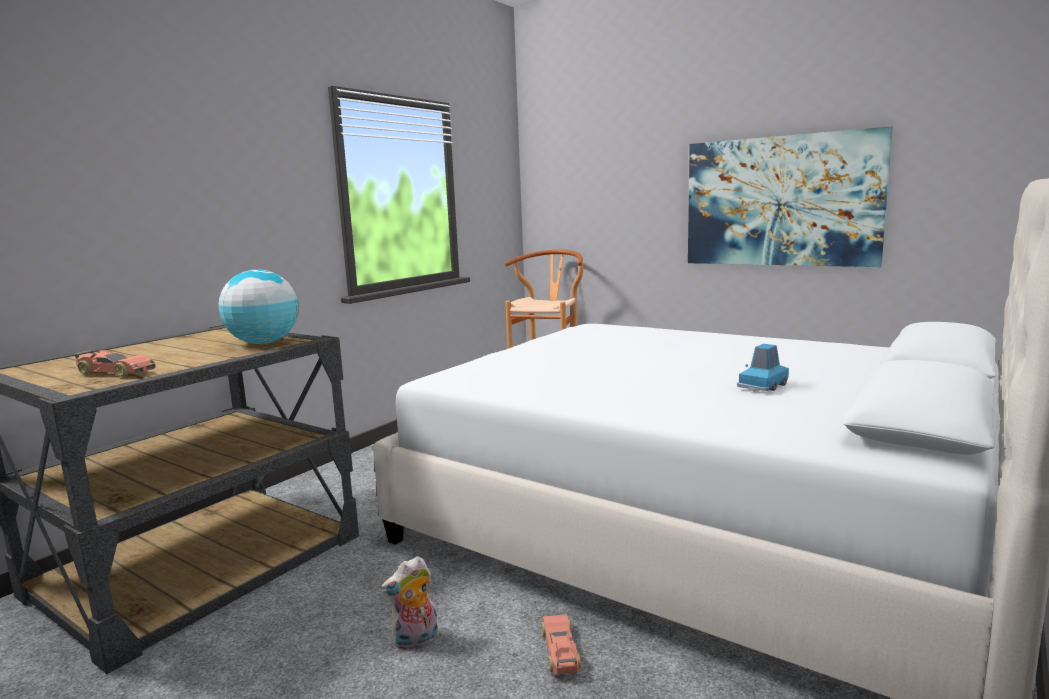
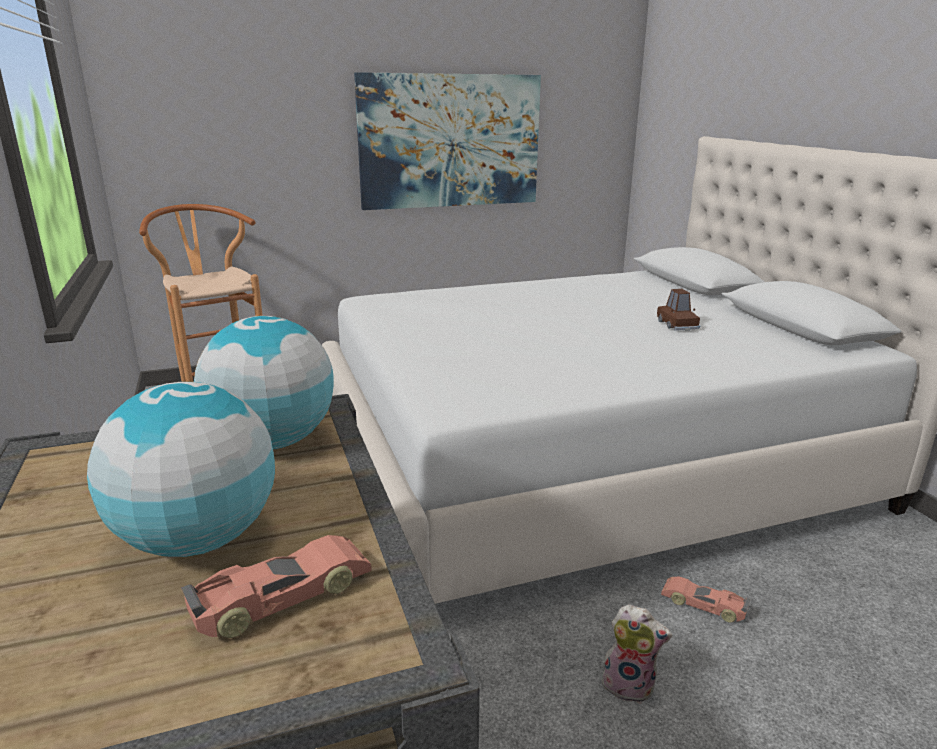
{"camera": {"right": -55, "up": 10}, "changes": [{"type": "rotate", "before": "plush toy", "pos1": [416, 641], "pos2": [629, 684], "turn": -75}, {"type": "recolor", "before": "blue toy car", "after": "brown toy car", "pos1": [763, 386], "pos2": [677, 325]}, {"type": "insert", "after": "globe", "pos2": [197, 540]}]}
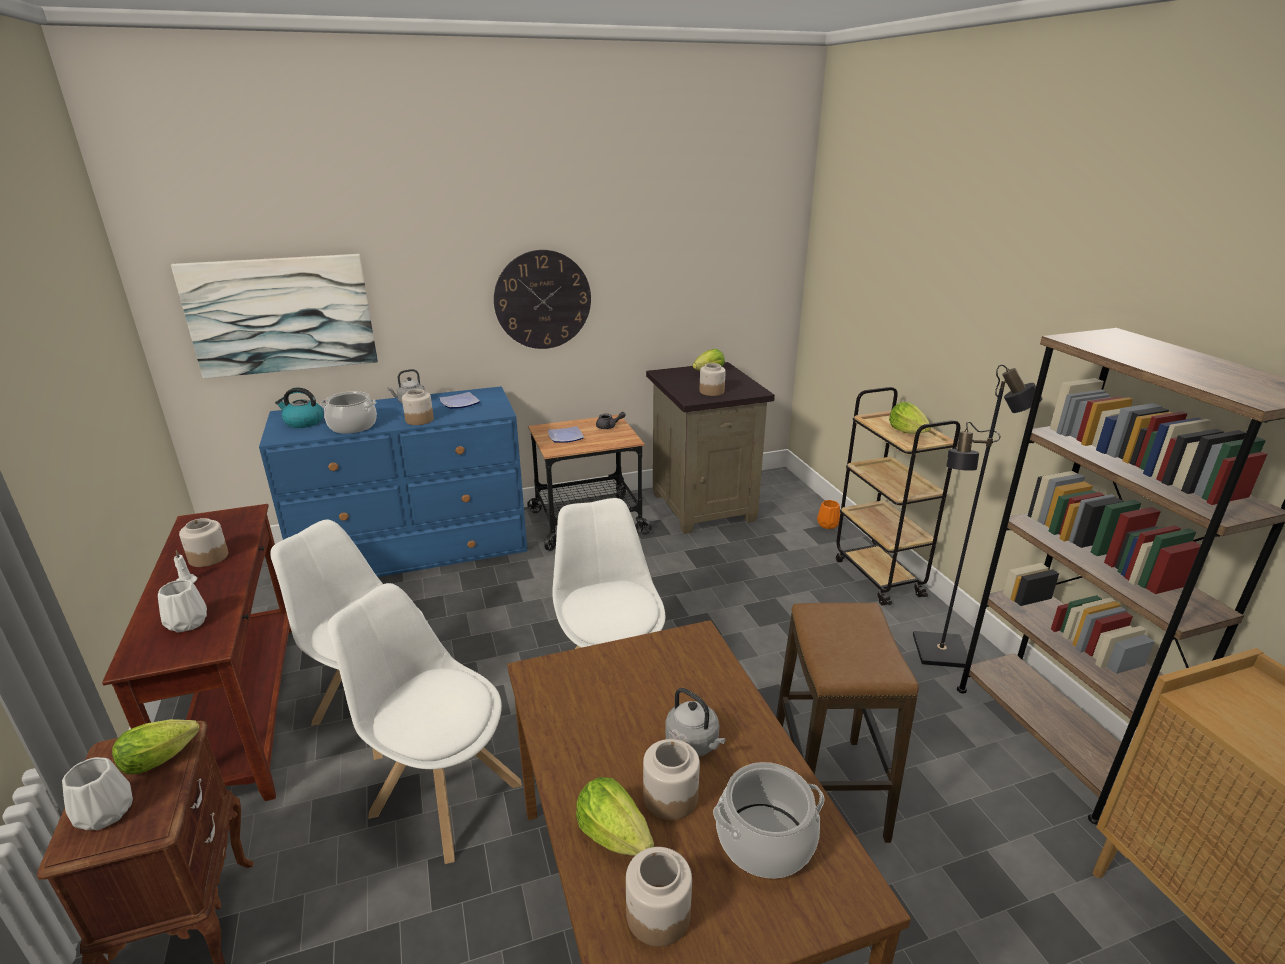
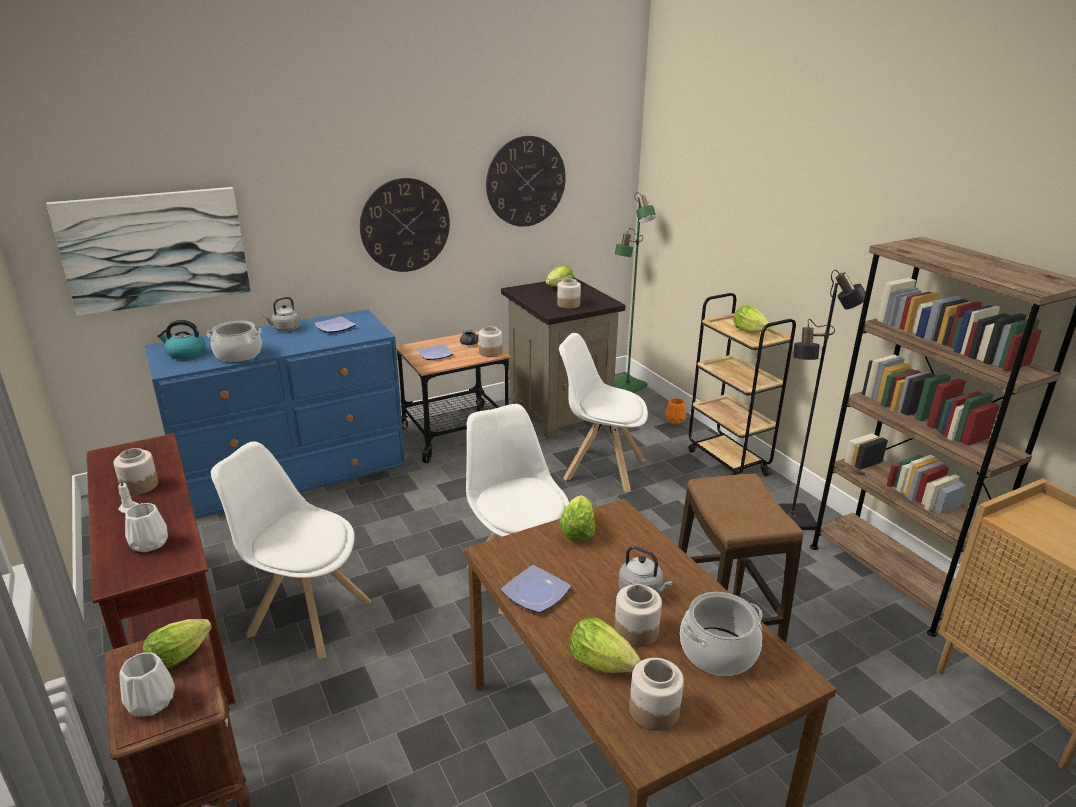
{"camera": {"right": -10, "up": 0}, "changes": [{"type": "move", "before": "white chair", "pos1": [441, 796], "pos2": [600, 469]}, {"type": "move", "before": "jar", "pos1": [419, 420], "pos2": [490, 352]}, {"type": "insert", "after": "wall clock", "pos2": [526, 181]}, {"type": "insert", "after": "plate", "pos2": [534, 593]}, {"type": "insert", "after": "lettuce", "pos2": [577, 532]}, {"type": "insert", "after": "green floor lamp", "pos2": [627, 385]}]}
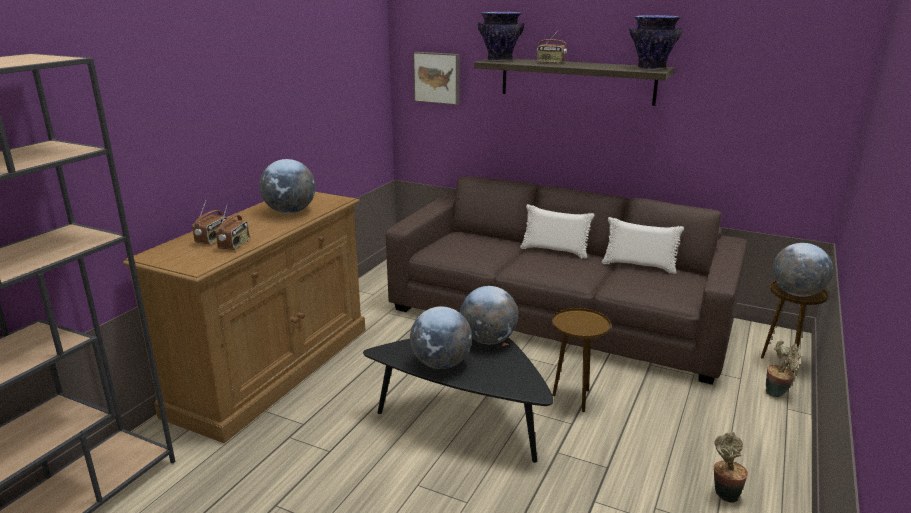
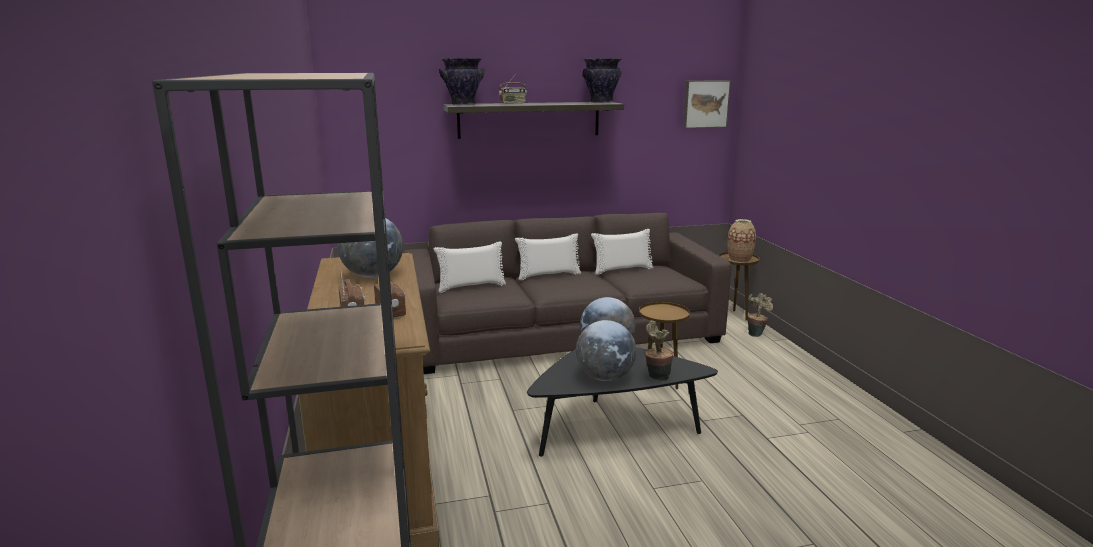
{"camera": {"right": -40, "up": -5}, "changes": [{"type": "move", "before": "picture", "pos1": [437, 77], "pos2": [705, 104]}, {"type": "move", "before": "potted plant", "pos1": [724, 493], "pos2": [656, 377]}, {"type": "replace", "before": "globe", "after": "vase", "pos1": [796, 293], "pos2": [739, 259]}, {"type": "insert", "after": "white pillow", "pos2": [471, 286]}]}
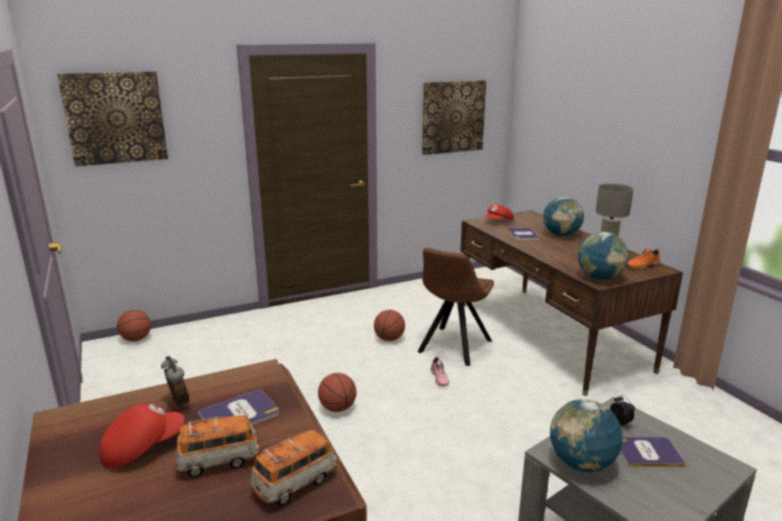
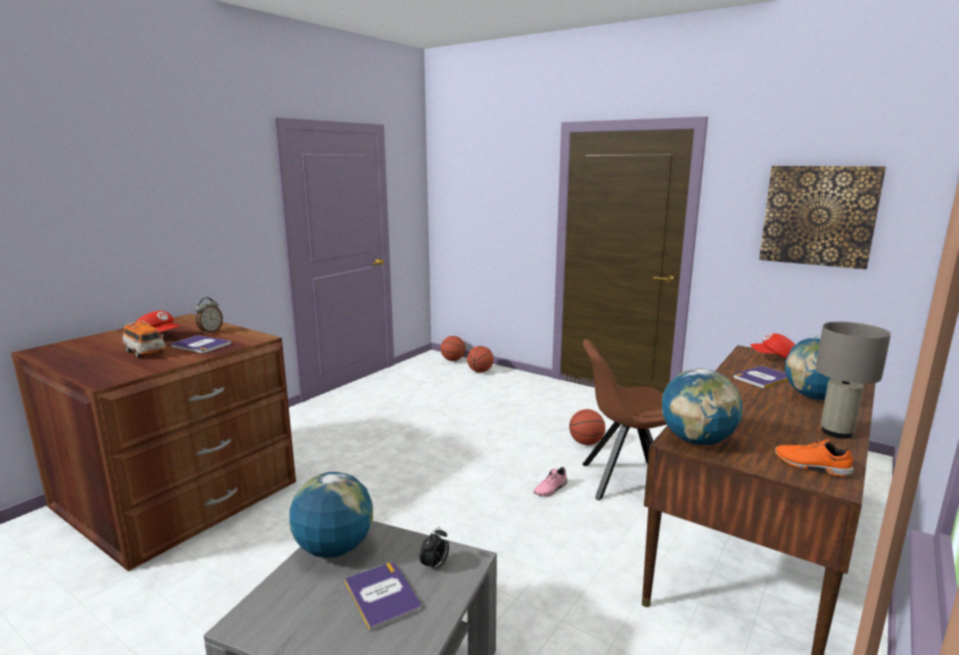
{"camera": {"right": 60, "up": -5}, "changes": [{"type": "delete", "before": "picture", "pos1": [115, 118]}, {"type": "delete", "before": "toy car", "pos1": [295, 483]}, {"type": "move", "before": "basketball", "pos1": [337, 408], "pos2": [480, 371]}]}
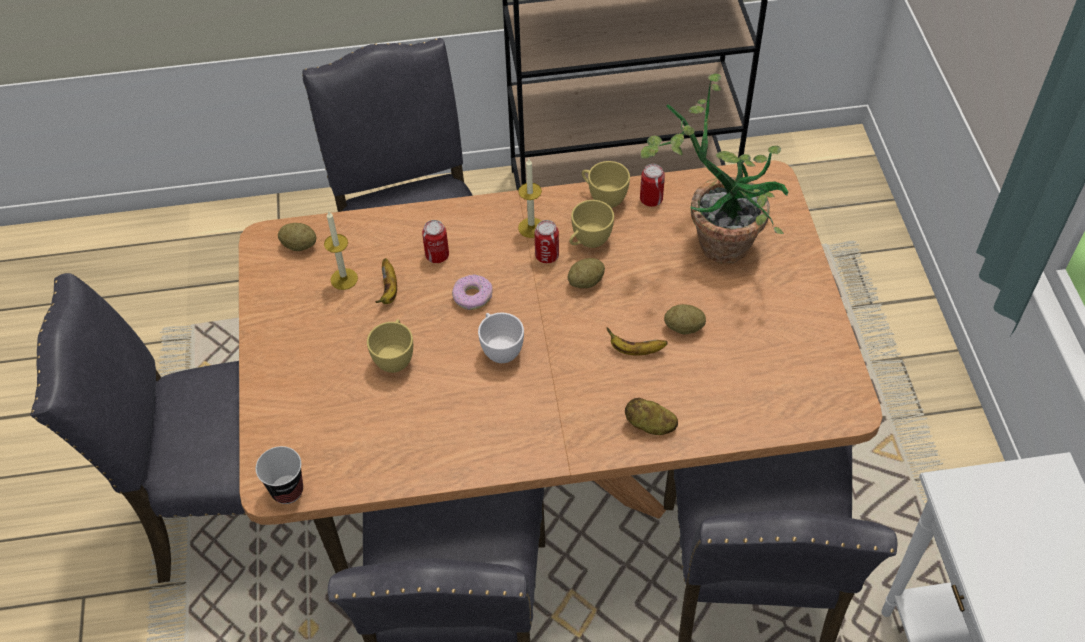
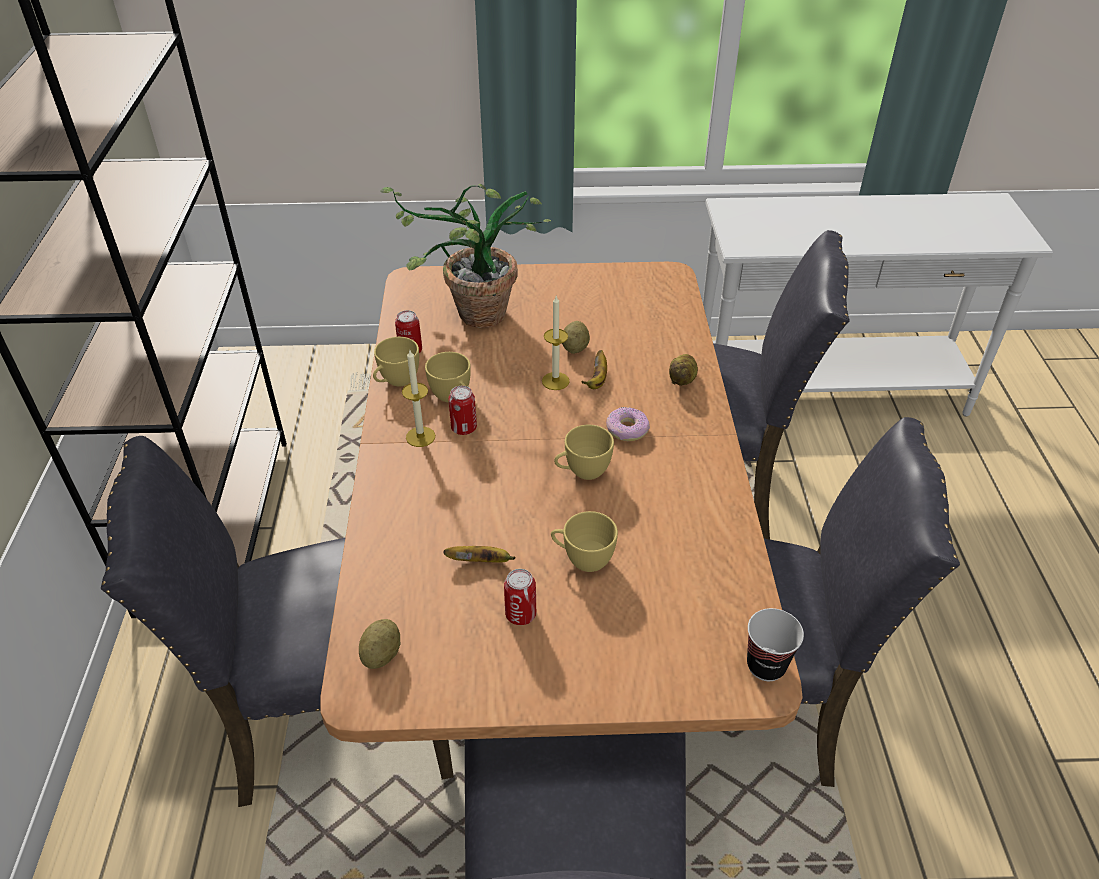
{"camera": {"right": -85, "up": -10}, "changes": [{"type": "move", "before": "candle", "pos1": [344, 279], "pos2": [555, 381]}, {"type": "move", "before": "can", "pos1": [437, 255], "pos2": [520, 614]}, {"type": "move", "before": "donut", "pos1": [472, 296], "pos2": [627, 430]}, {"type": "recolor", "before": "white cup", "after": "yellow cup", "pos1": [500, 349], "pos2": [582, 472]}, {"type": "delete", "before": "potato", "pos1": [586, 282]}]}
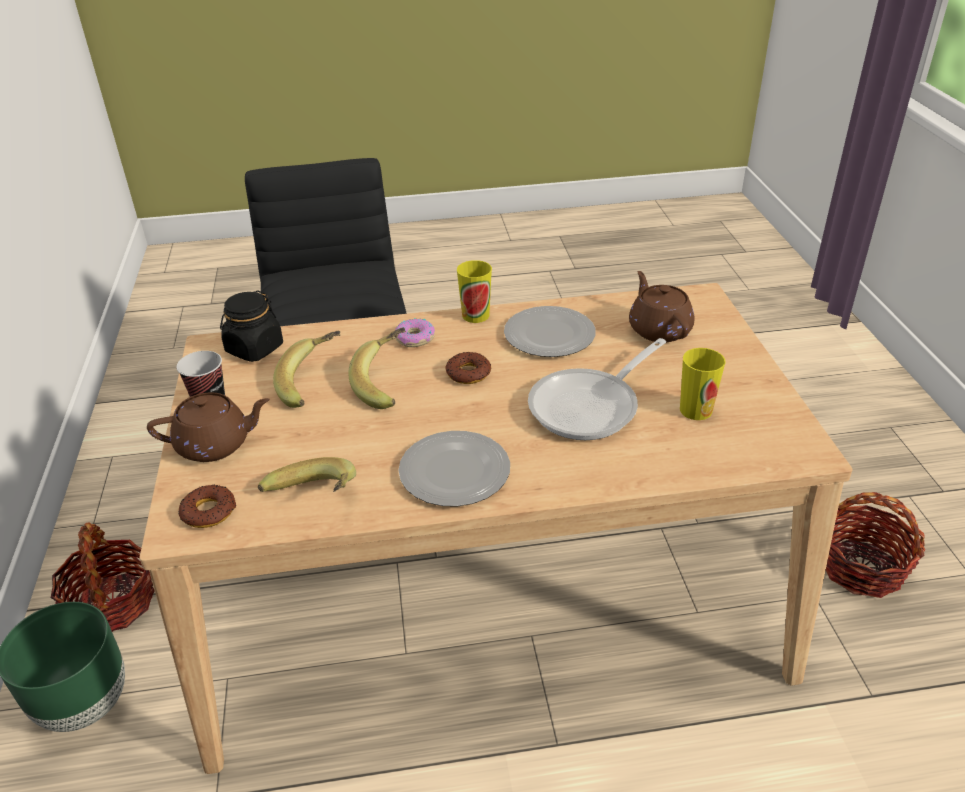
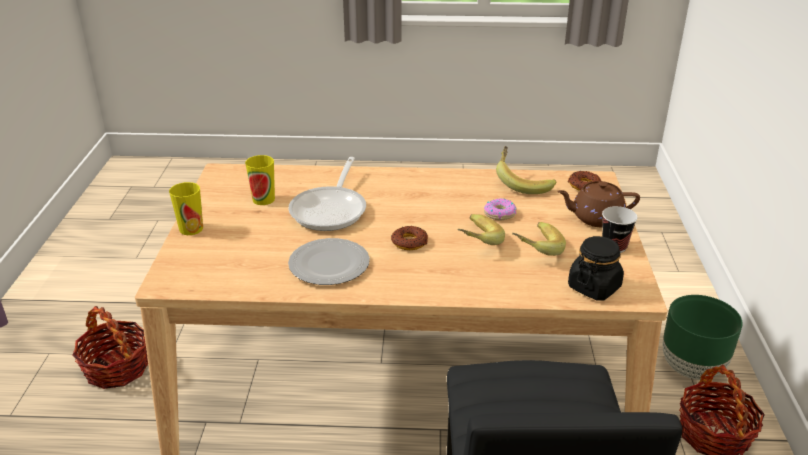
{"camera": {"right": -170, "up": -5}, "changes": [{"type": "move", "before": "donut", "pos1": [415, 338], "pos2": [499, 213]}, {"type": "delete", "before": "plate", "pos1": [456, 471]}, {"type": "move", "before": "cup", "pos1": [475, 315], "pos2": [191, 229]}, {"type": "rotate", "before": "frying pan", "pos1": [590, 406], "pos2": [331, 209], "turn": 135}, {"type": "delete", "before": "brown teapot", "pos1": [659, 329]}]}
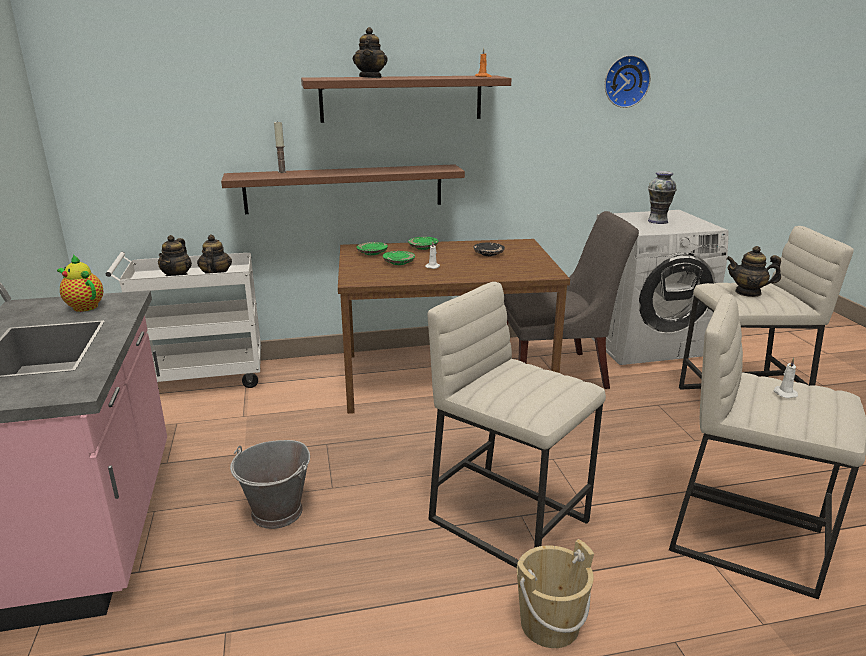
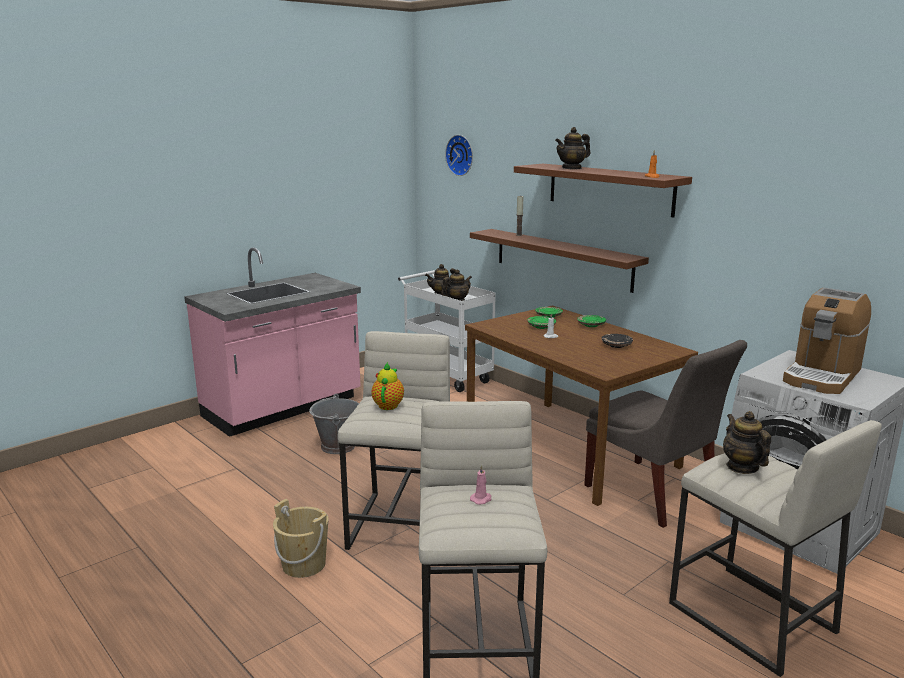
{"camera": {"right": 60, "up": -5}, "changes": [{"type": "move", "before": "teapot", "pos1": [84, 306], "pos2": [388, 405]}, {"type": "move", "before": "wall clock", "pos1": [625, 81], "pos2": [461, 155]}, {"type": "replace", "before": "vase", "after": "coffee machine", "pos1": [658, 221], "pos2": [822, 375]}, {"type": "recolor", "before": "white candle", "after": "pink candle", "pos1": [784, 393], "pos2": [481, 499]}]}
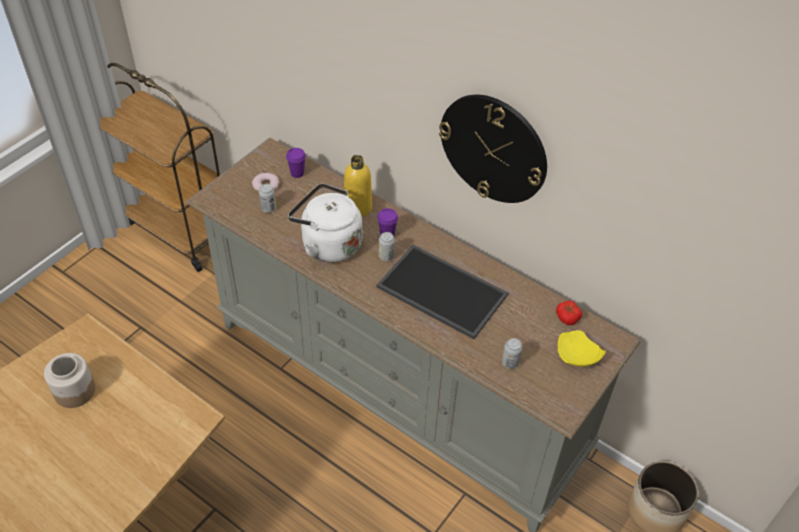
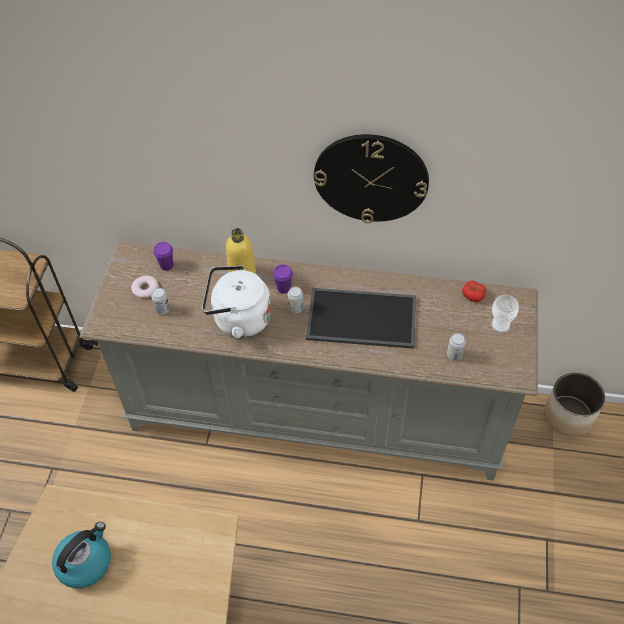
{"camera": {"right": -25, "up": 5}, "changes": [{"type": "replace", "before": "jar", "after": "kettle", "pos1": [74, 391], "pos2": [85, 562]}, {"type": "replace", "before": "yellow plate", "after": "cup", "pos1": [576, 356], "pos2": [500, 325]}]}
